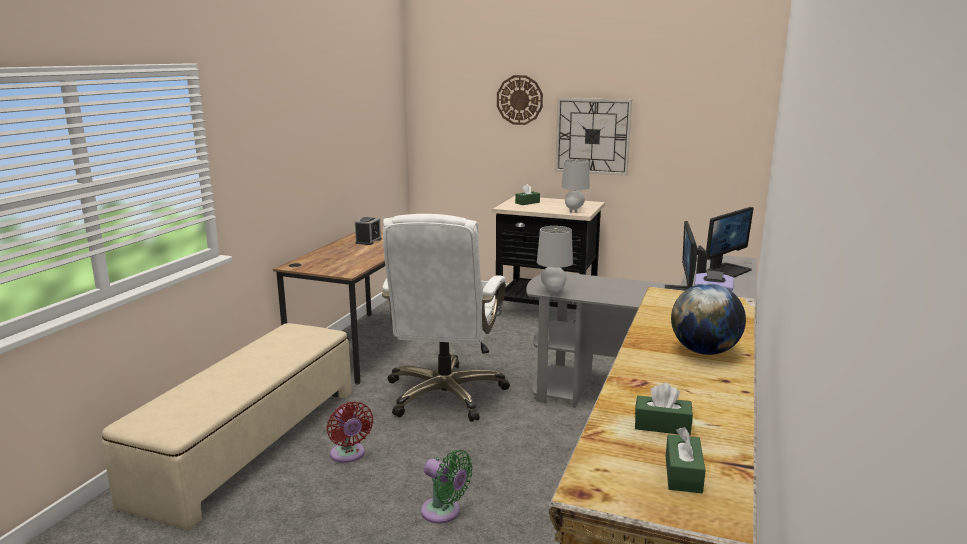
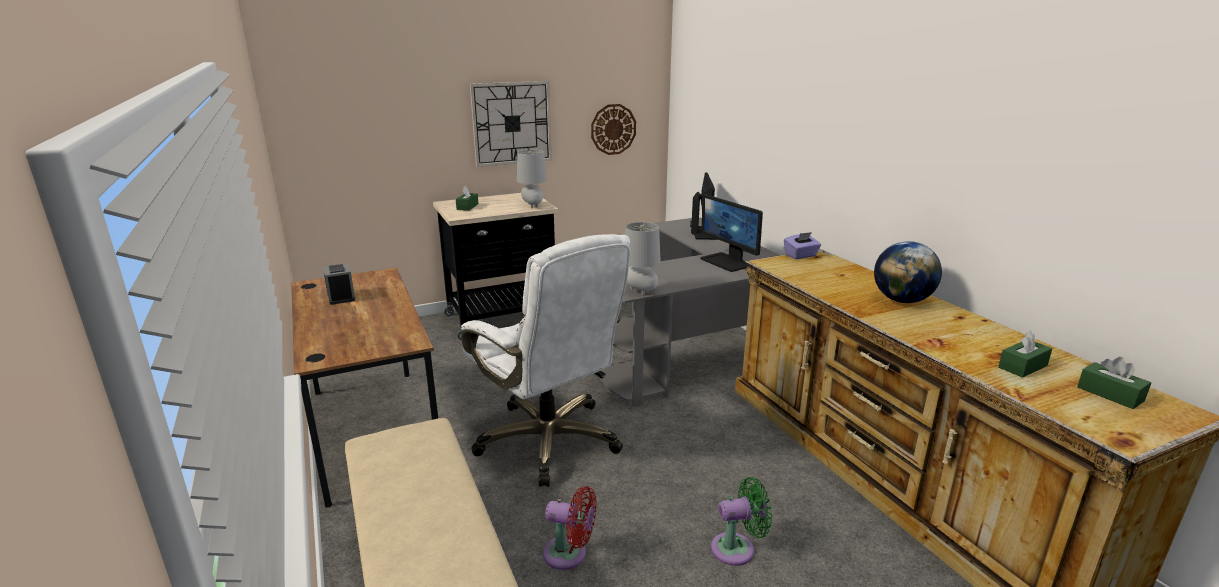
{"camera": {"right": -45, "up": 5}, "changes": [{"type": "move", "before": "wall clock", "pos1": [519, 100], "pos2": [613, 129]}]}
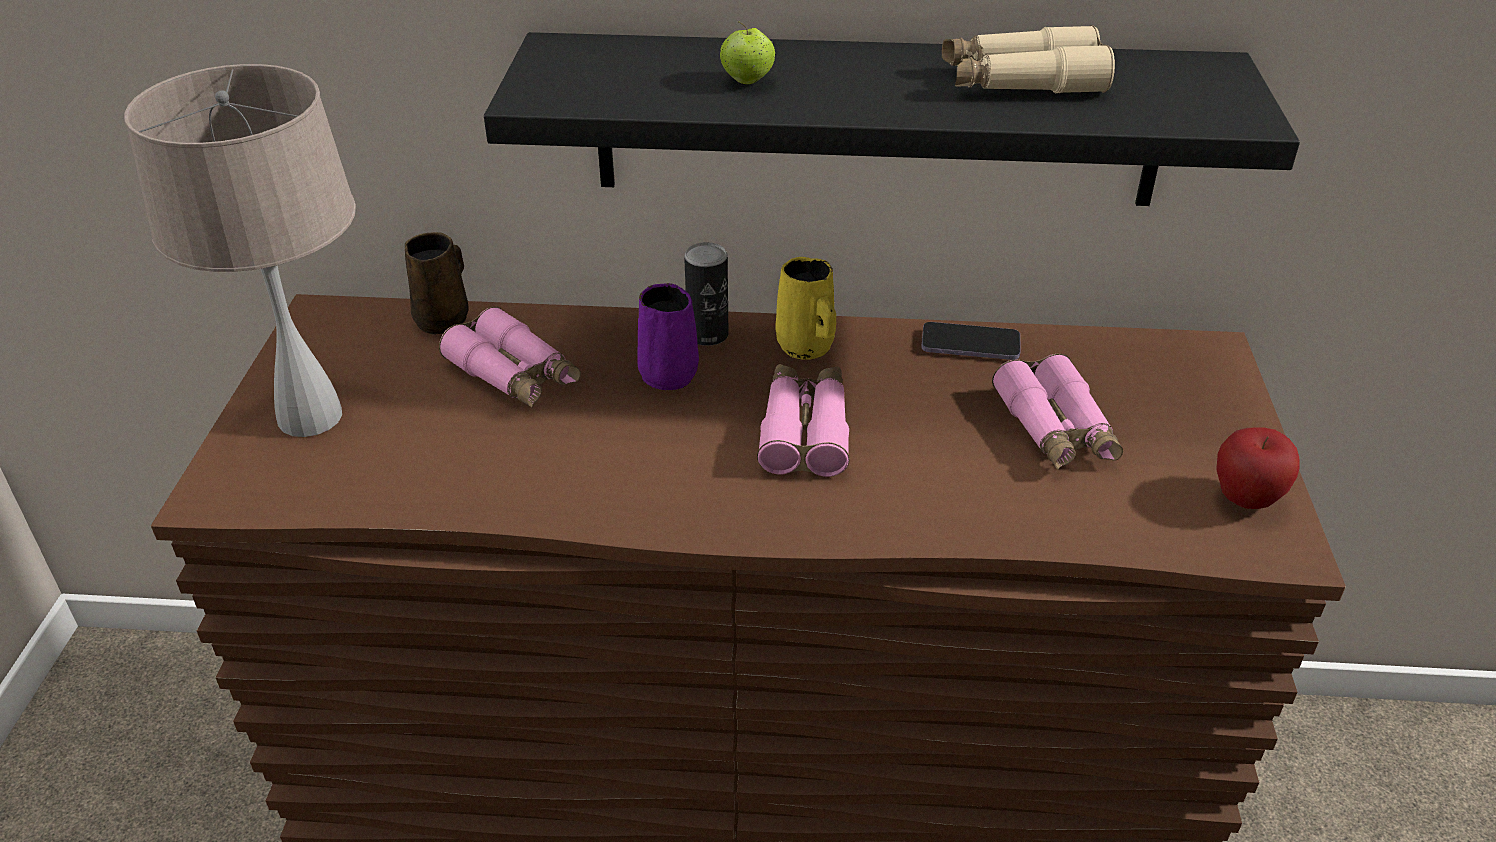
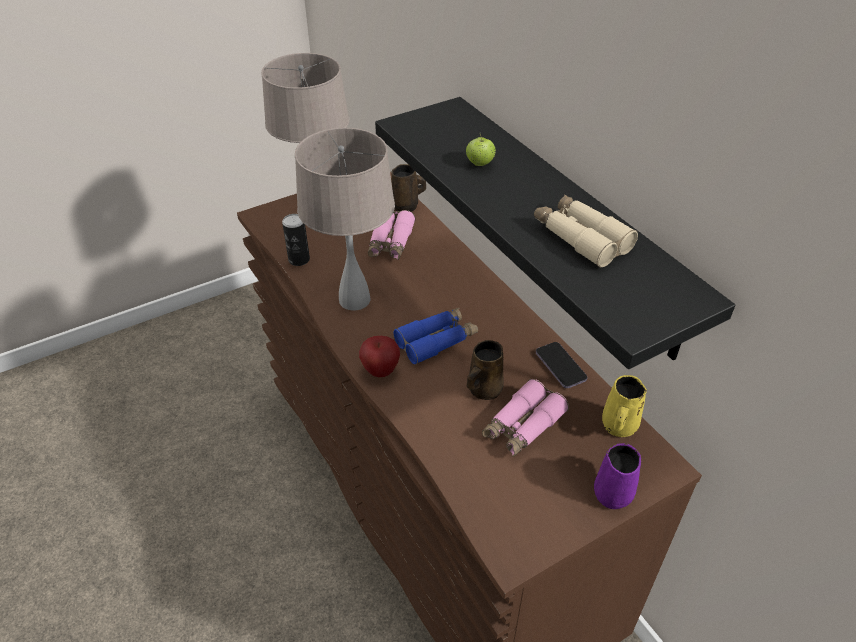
{"camera": {"right": 55, "up": 5}, "changes": [{"type": "move", "before": "purple mug", "pos1": [667, 373], "pos2": [613, 492]}, {"type": "move", "before": "can", "pos1": [707, 334], "pos2": [299, 259]}, {"type": "recolor", "before": "pink binoculars", "after": "blue binoculars", "pos1": [805, 430], "pos2": [436, 340]}, {"type": "move", "before": "yellow mug", "pos1": [806, 348], "pos2": [618, 426]}, {"type": "move", "before": "apple", "pos1": [1245, 499], "pos2": [380, 371]}, {"type": "insert", "after": "beige table lamp", "pos2": [355, 299]}, {"type": "insert", "after": "brown mug", "pos2": [483, 390]}]}
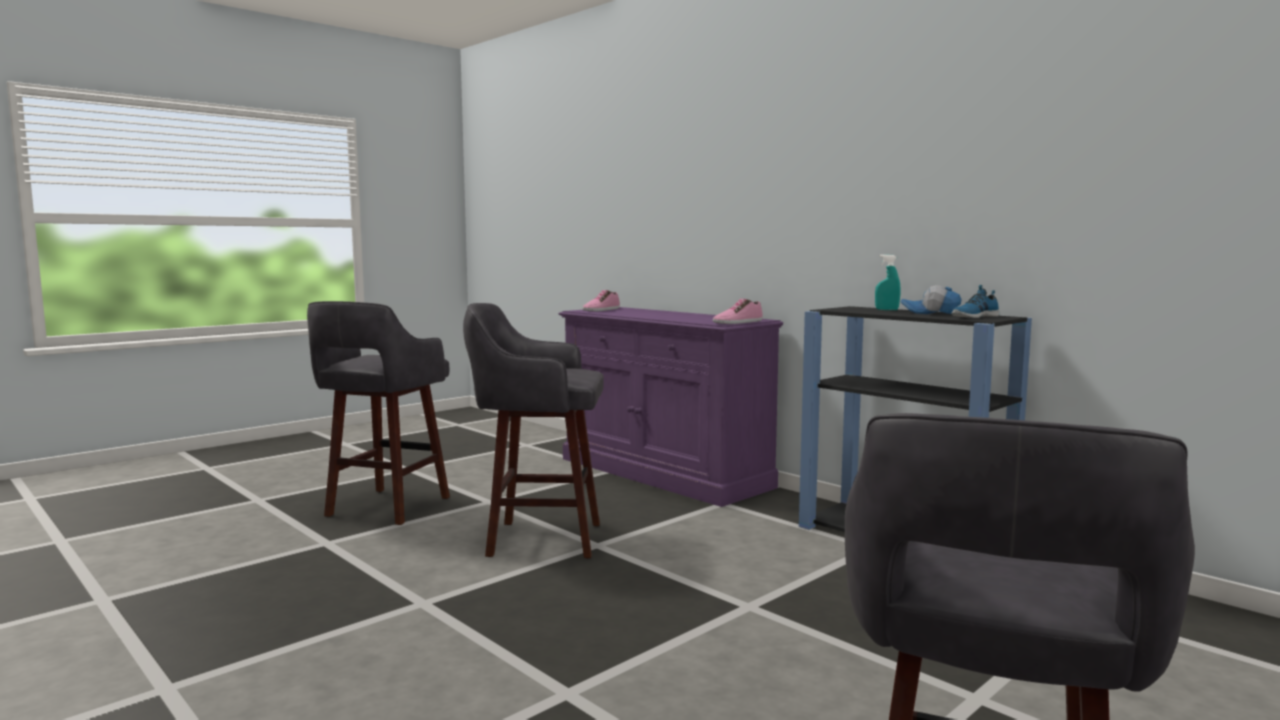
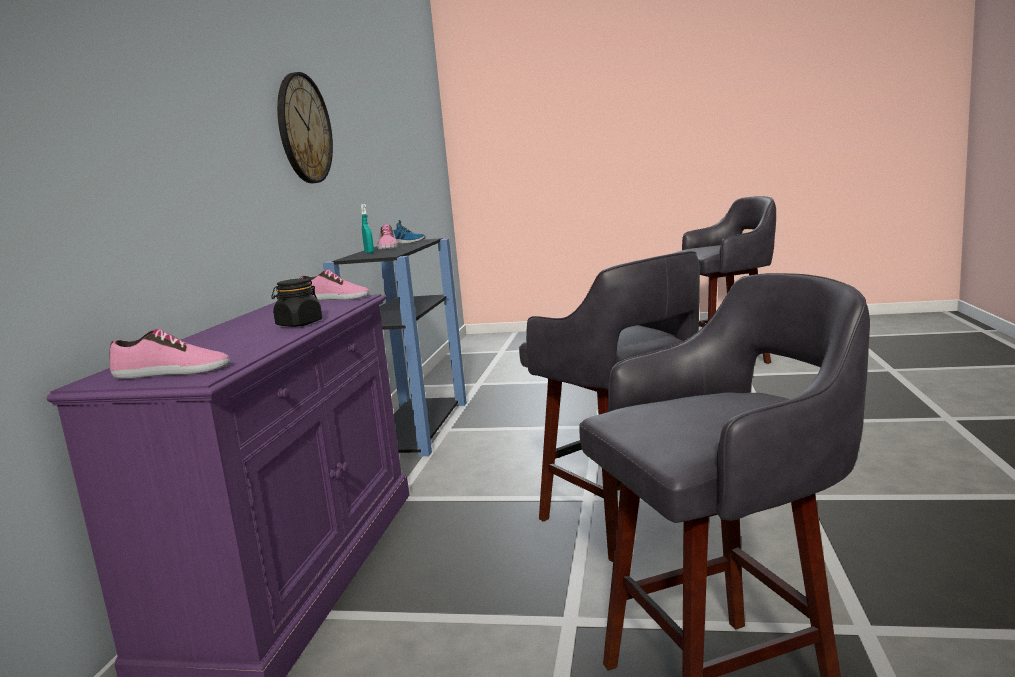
{"camera": {"right": -125, "up": 5}, "changes": [{"type": "replace", "before": "cap", "after": "shoe", "pos1": [930, 313], "pos2": [387, 247]}, {"type": "insert", "after": "black jar", "pos2": [299, 324]}, {"type": "insert", "after": "wall clock", "pos2": [304, 129]}]}
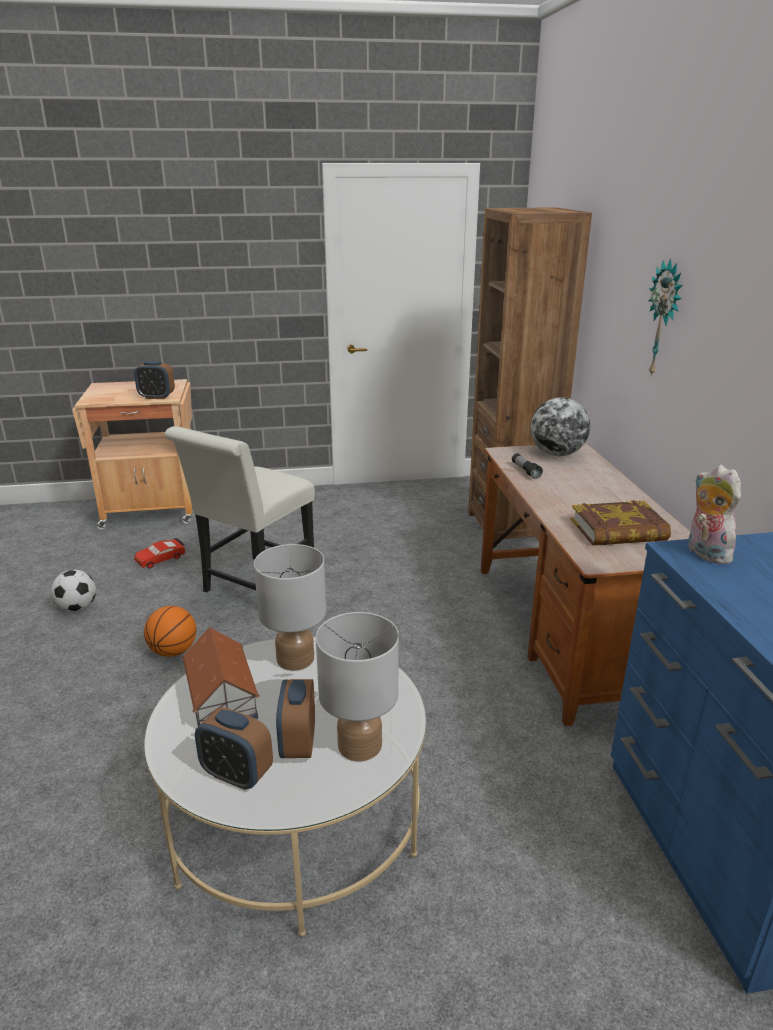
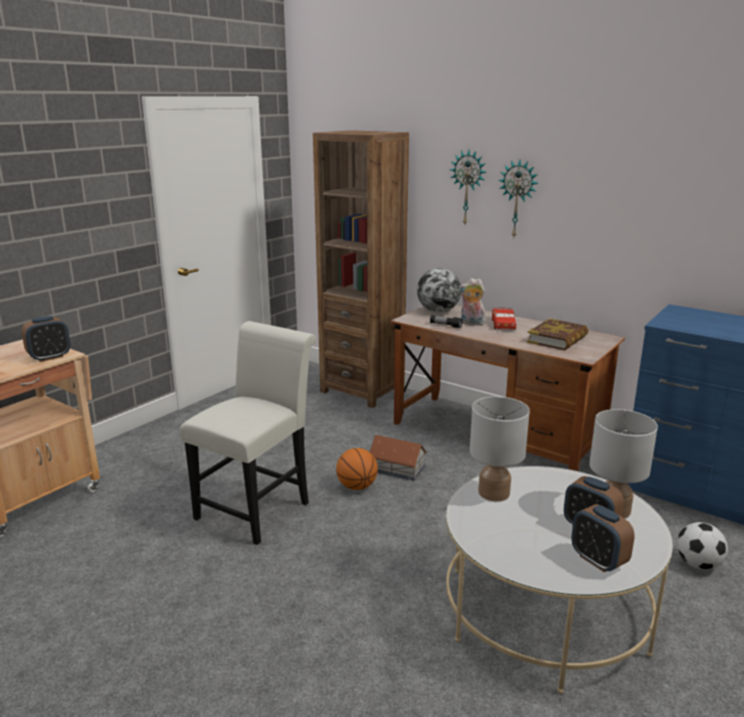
{"camera": {"right": -45, "up": -5}, "changes": [{"type": "move", "before": "football", "pos1": [77, 608], "pos2": [697, 564]}, {"type": "move", "before": "red toy car", "pos1": [160, 559], "pos2": [503, 324]}, {"type": "move", "before": "basketball", "pos1": [173, 651], "pos2": [357, 486]}, {"type": "rotate", "before": "white chair", "pos1": [254, 587], "pos2": [258, 507], "turn": -135}, {"type": "move", "before": "toy house", "pos1": [221, 698], "pos2": [397, 468]}, {"type": "rotate", "before": "alarm clock", "pos1": [237, 774], "pos2": [598, 560], "turn": 75}, {"type": "move", "before": "plush toy", "pos1": [704, 553], "pos2": [471, 323]}, {"type": "insert", "after": "wall clock", "pos2": [468, 187]}]}
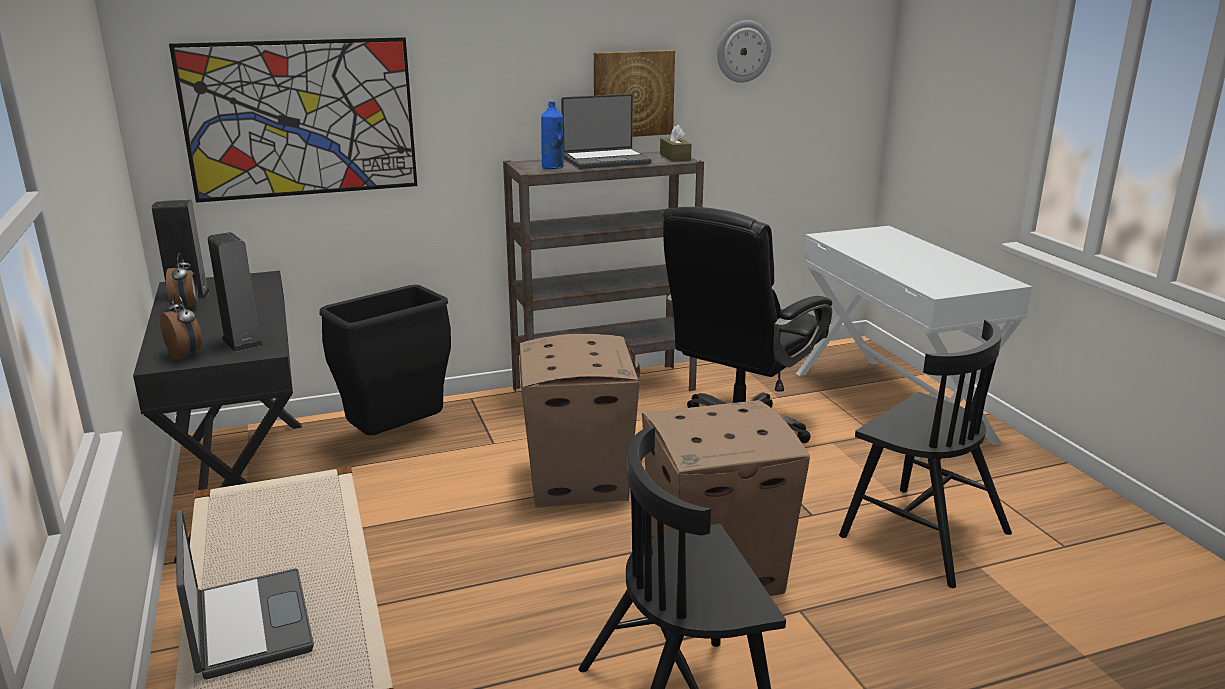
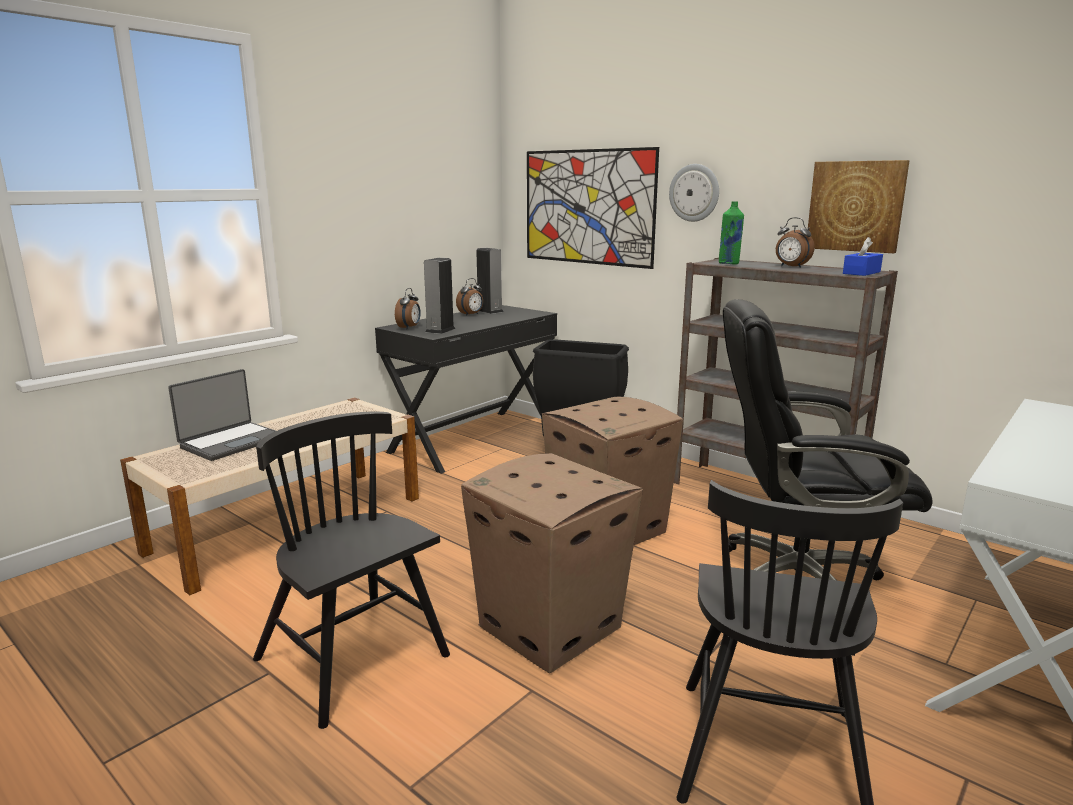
{"camera": {"right": 60, "up": -5}, "changes": [{"type": "recolor", "before": "blue bottle", "after": "green bottle", "pos1": [553, 168], "pos2": [729, 264]}, {"type": "replace", "before": "laptop", "after": "alarm clock", "pos1": [605, 160], "pos2": [791, 267]}, {"type": "recolor", "before": "brown tissue box", "after": "blue tissue box", "pos1": [675, 157], "pos2": [861, 273]}, {"type": "move", "before": "wall clock", "pos1": [743, 51], "pos2": [694, 193]}]}
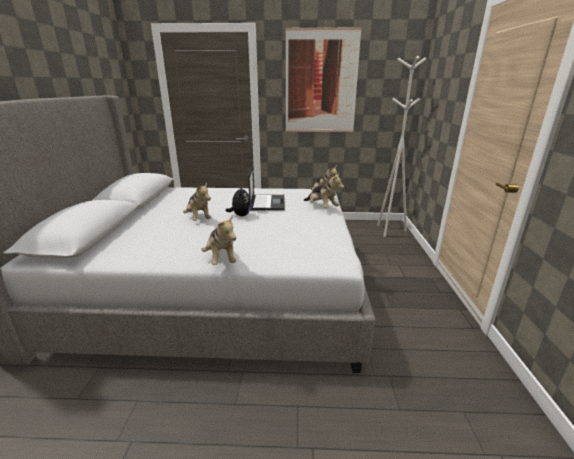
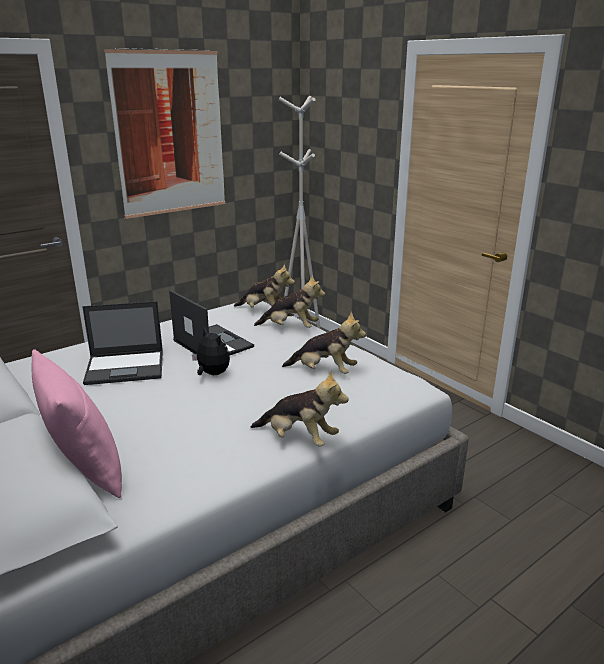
{"camera": {"right": -40, "up": 0}, "changes": [{"type": "move", "before": "plush toy", "pos1": [198, 219], "pos2": [324, 371]}, {"type": "insert", "after": "pink pillow", "pos2": [85, 471]}, {"type": "insert", "after": "laptop", "pos2": [126, 367]}]}
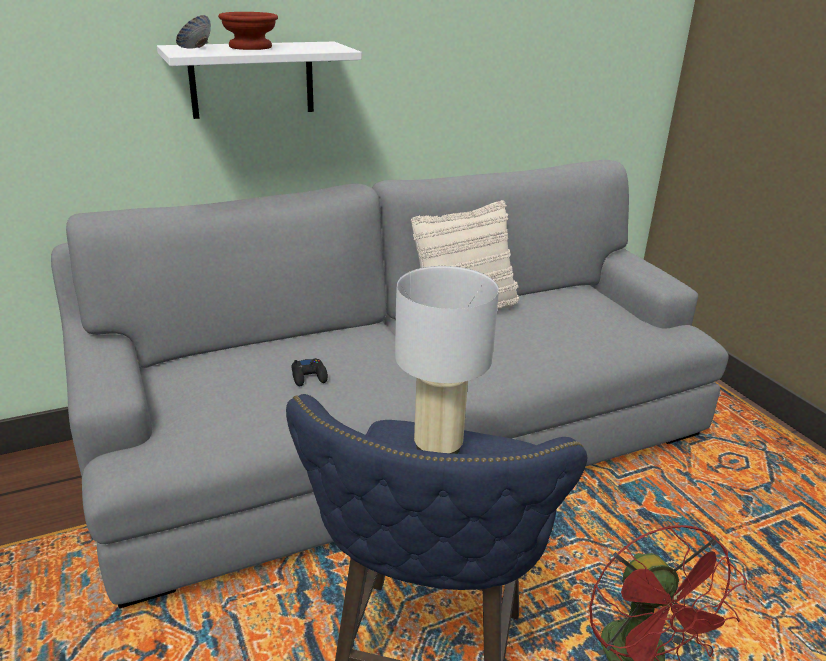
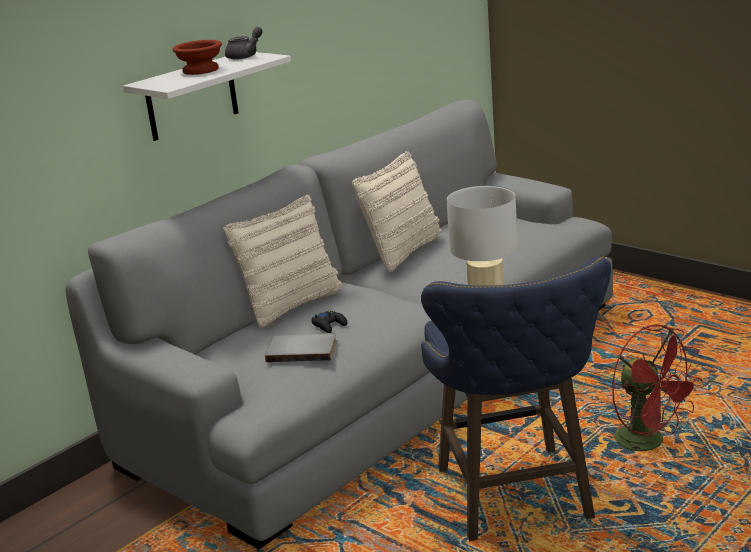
{"camera": {"right": -20, "up": -5}, "changes": [{"type": "delete", "before": "bowl", "pos1": [195, 48]}, {"type": "insert", "after": "beige pillow", "pos2": [291, 306]}, {"type": "insert", "after": "grey teapot", "pos2": [245, 56]}, {"type": "insert", "after": "grey book", "pos2": [302, 350]}]}
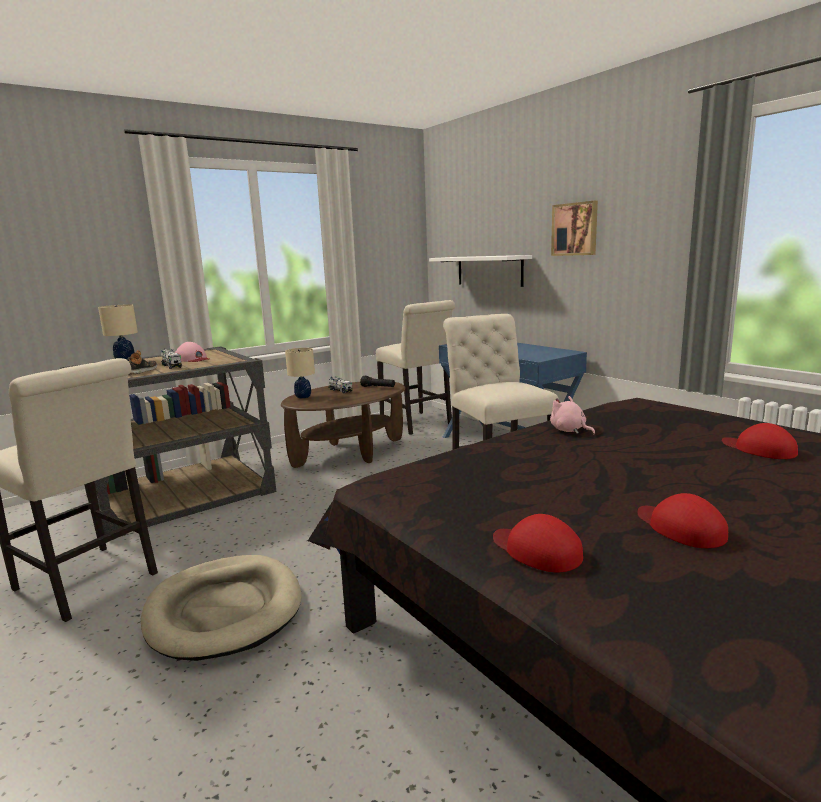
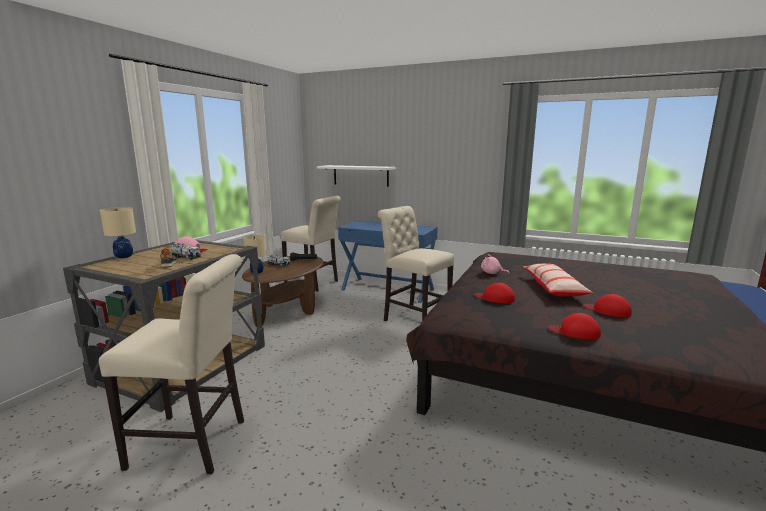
{"camera": {"right": -30, "up": 0}, "changes": [{"type": "delete", "before": "beige dog bed", "pos1": [224, 610]}, {"type": "delete", "before": "picture", "pos1": [575, 229]}, {"type": "move", "before": "red cap", "pos1": [759, 449], "pos2": [495, 298]}, {"type": "insert", "after": "pillow", "pos2": [553, 288]}]}
